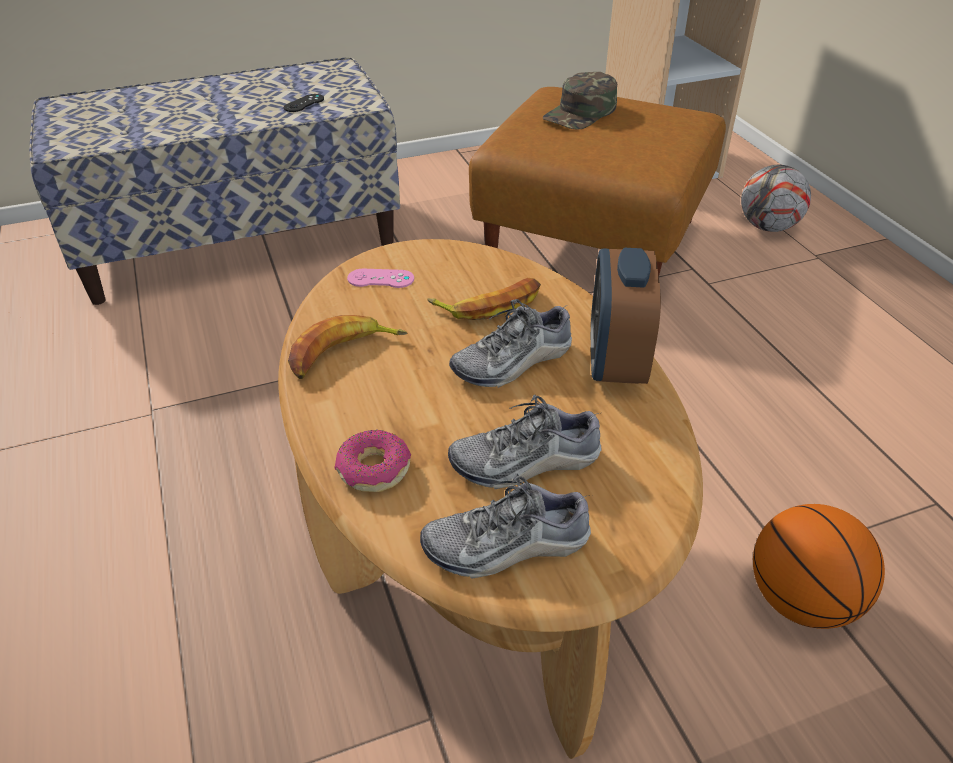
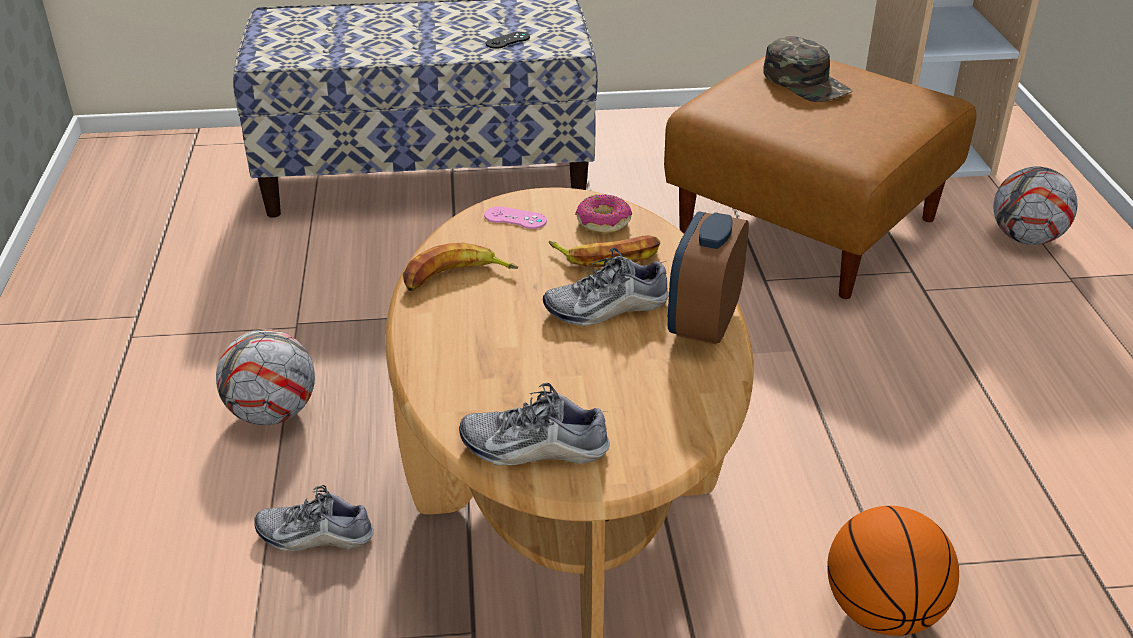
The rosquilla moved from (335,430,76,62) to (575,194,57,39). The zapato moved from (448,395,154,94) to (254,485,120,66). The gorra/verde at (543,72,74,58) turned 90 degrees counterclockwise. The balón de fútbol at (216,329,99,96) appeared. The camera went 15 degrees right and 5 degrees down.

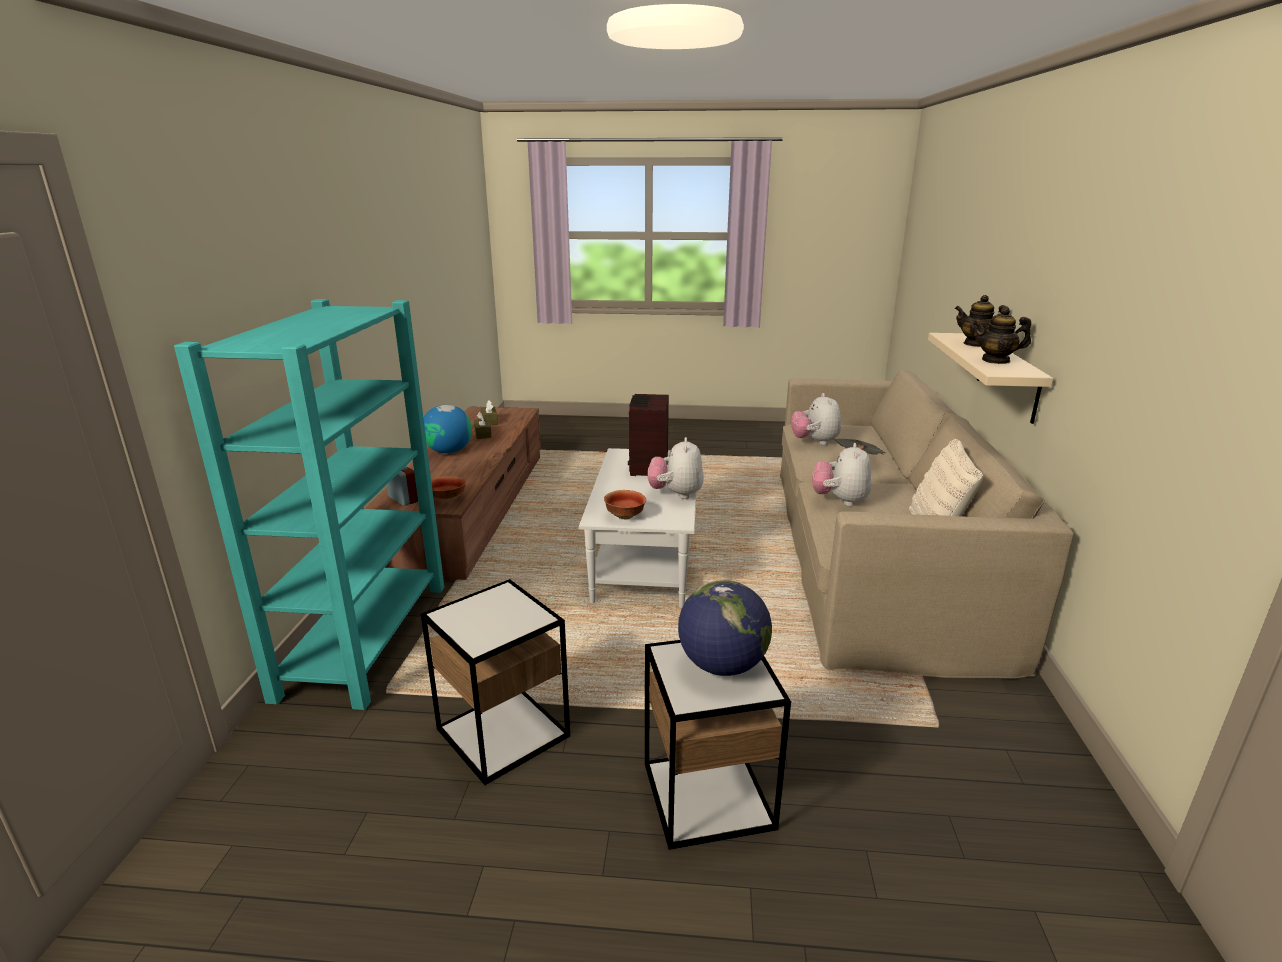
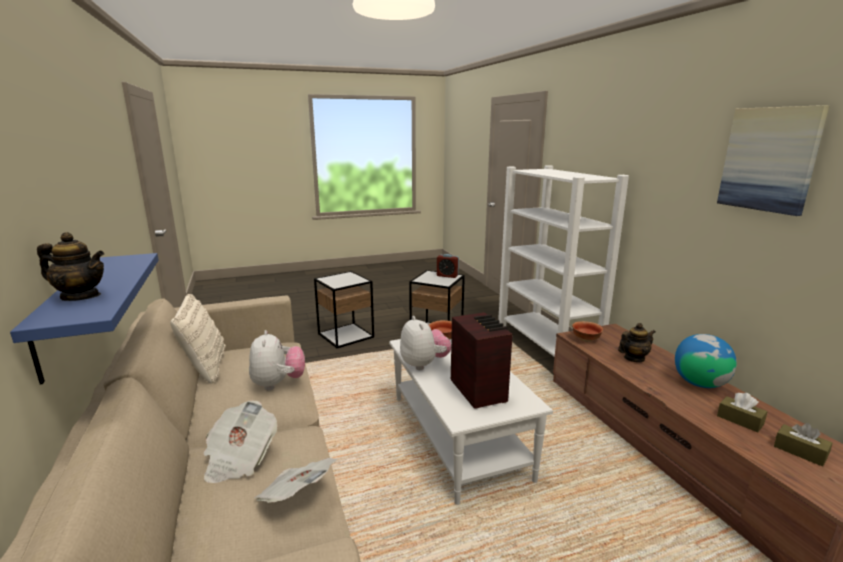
The estantería/turquesa at (174,299,270,411) became the estantería/blanco at (498,165,131,192). The despertador moved from (387,465,31,41) to (437,254,22,24). The globo terráqueo at (678,580,94,96) disappeared. The peluche at (791,393,50,52) was replaced by the periódico at (255,458,82,45). The estante/beis at (928,333,125,91) became the estante/azul at (10,253,149,132). The tetera moved from (973,307,58,57) to (618,323,38,39). The cuadro at (717,105,113,111) appeared. The camera went 155 degrees right and 5 degrees down.

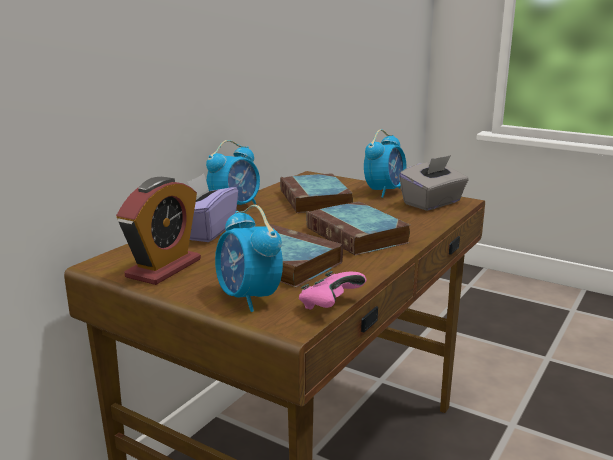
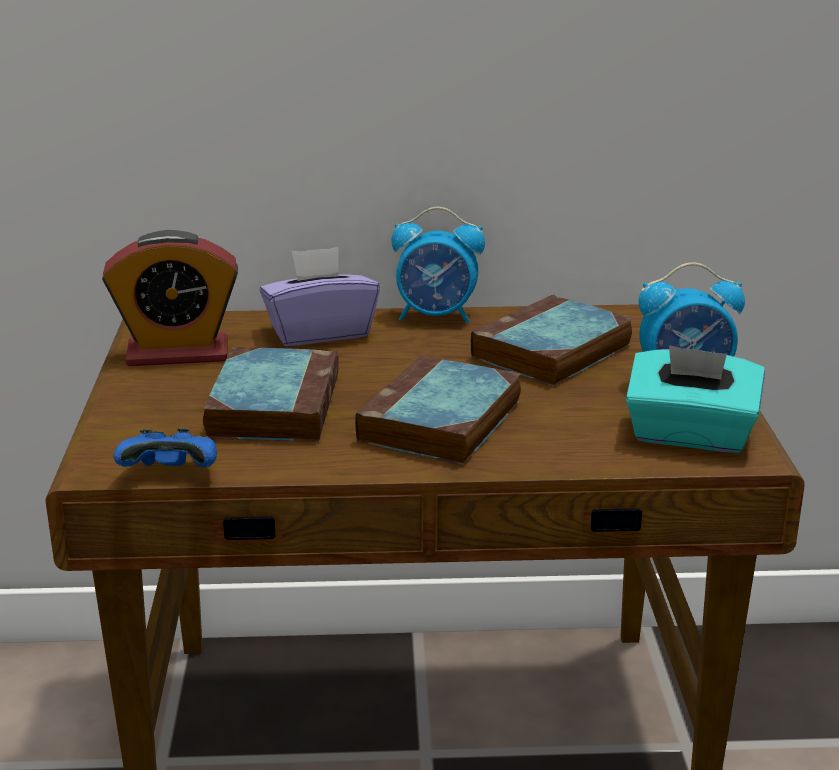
The despertador at (215,205,68,107) disappeared. The mando de consola/rosa at (299,271,67,39) became the mando de consola/azul at (114,428,103,39). The caja de pañuelos/gris at (399,155,70,56) became the caja de pañuelos/turquesa at (626,345,139,108). The camera went 55 degrees right and 5 degrees up.

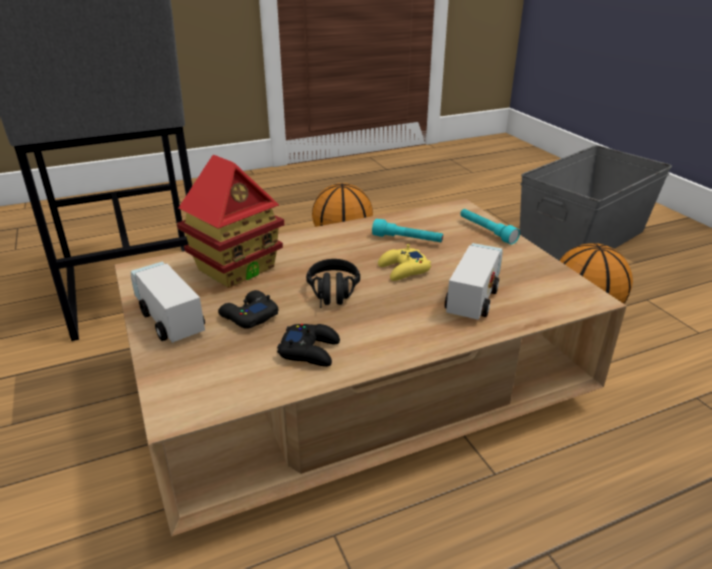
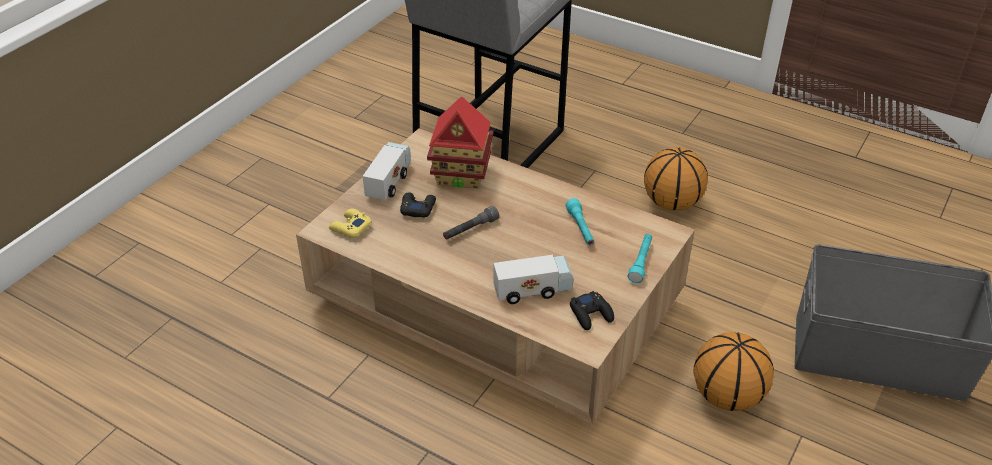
The mando de consola/negro moved from (277,324,63,43) to (570,291,44,39). The auriculares/negro at (306,259,54,49) was replaced by the linterna/gris at (443,206,56,34). The mando de consola/amarillo moved from (378,244,53,37) to (329,209,43,29). The camera went 55 degrees right and 10 degrees up.

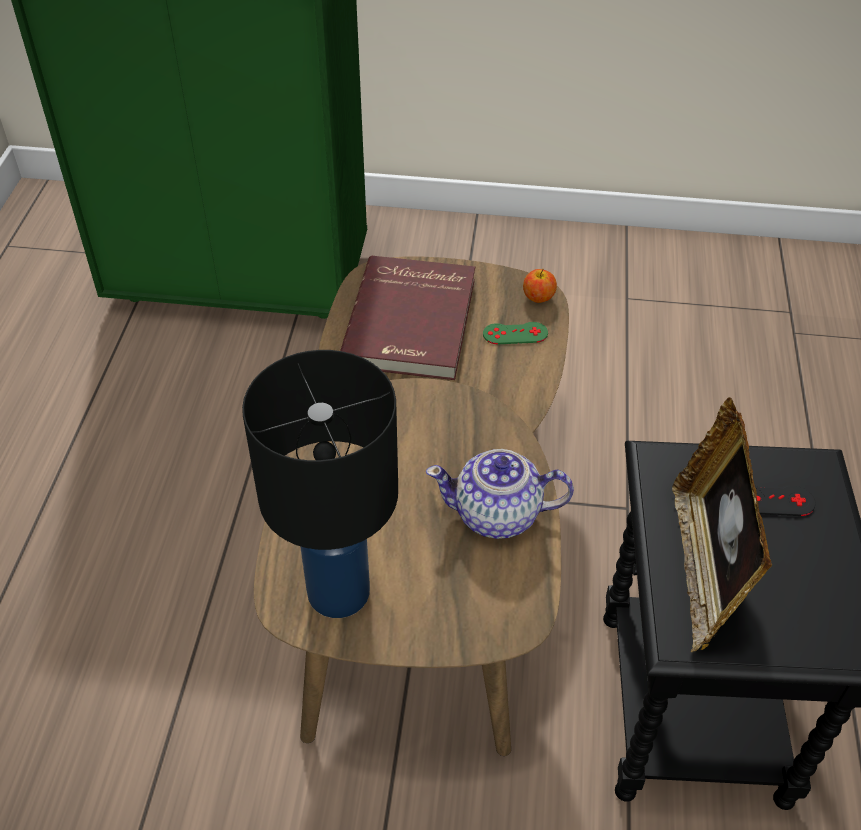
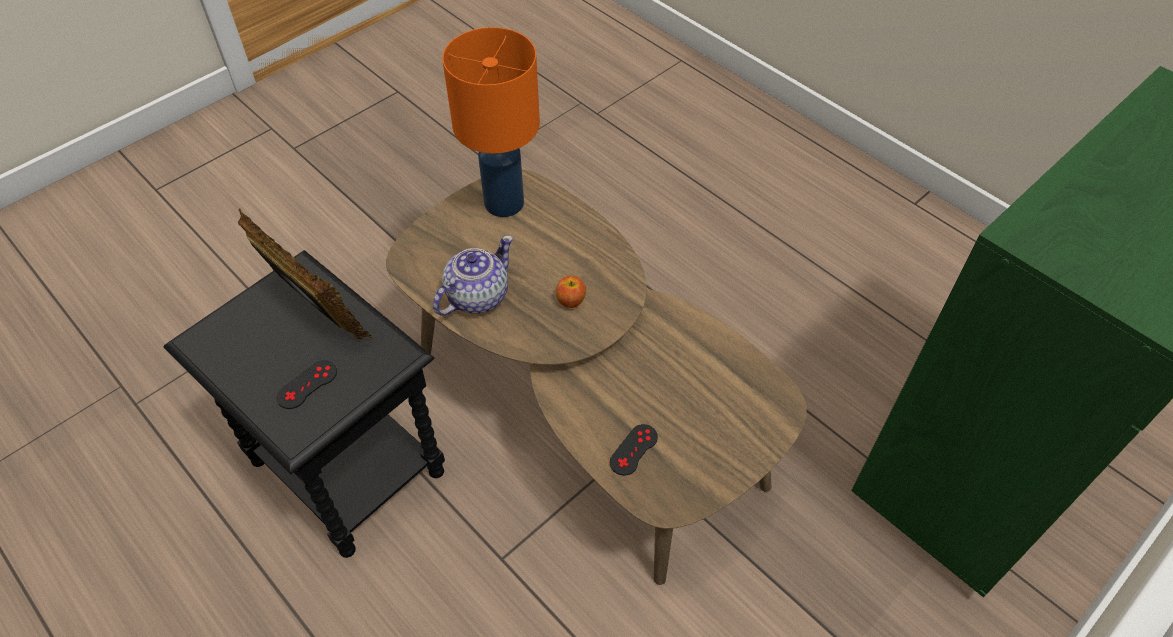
The lámpara de mesa/negro at (242,350,156,268) became the lámpara de mesa/naranja at (442,27,98,190). The libro/rojo at (340,256,135,124) disappeared. The mando de consola/verde at (483,322,65,22) became the mando de consola/negro at (610,424,48,51). The manzana moved from (523,269,34,34) to (556,276,30,32). The camera went 130 degrees right and 5 degrees up.

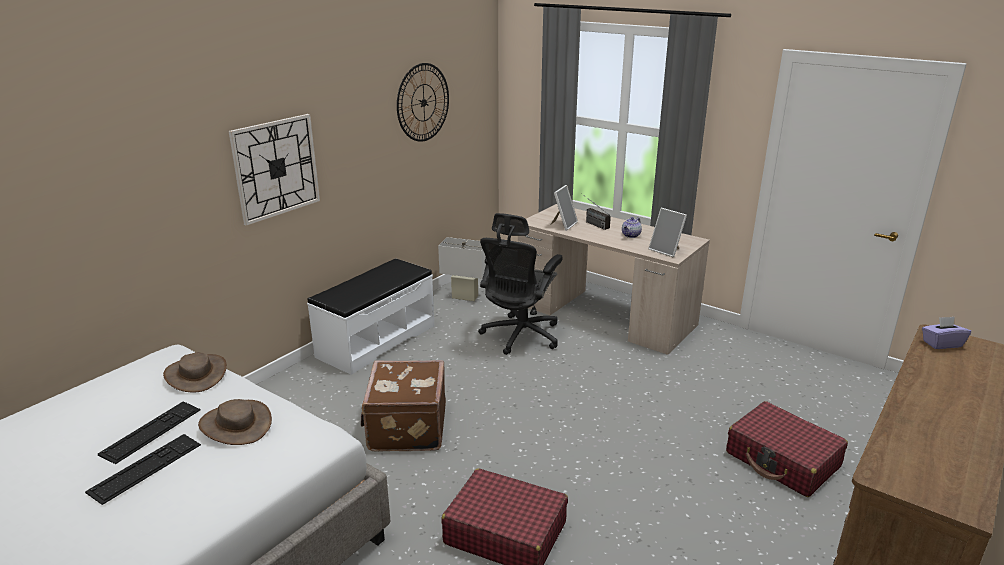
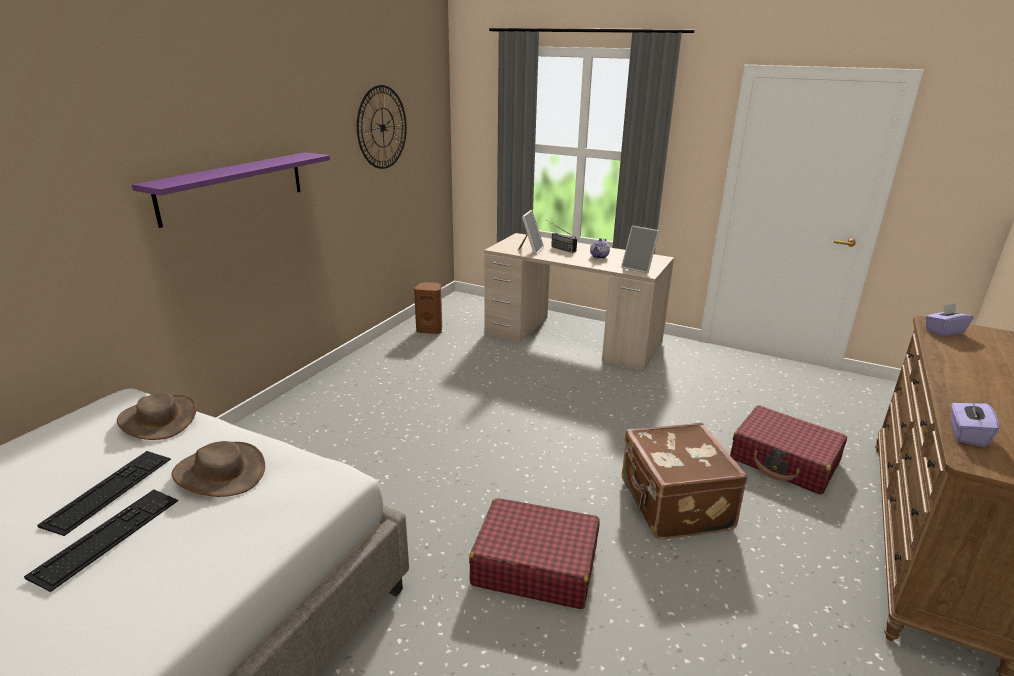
The reloj de pared at (228,114,92,112) was replaced by the estante/morado at (132,152,198,76). The banco/blanco at (307,259,127,116) disappeared. The maleta/marrón moved from (361,360,85,92) to (622,423,126,117). The lámpara de mesa/blanco at (438,237,48,64) was replaced by the altavoz/marrón at (414,282,28,52). The silla de oficina at (478,213,85,142) disappeared. The caja de pañuelos/morado at (951,395,48,52) appeared. The camera went 10 degrees left and 0 degrees up.

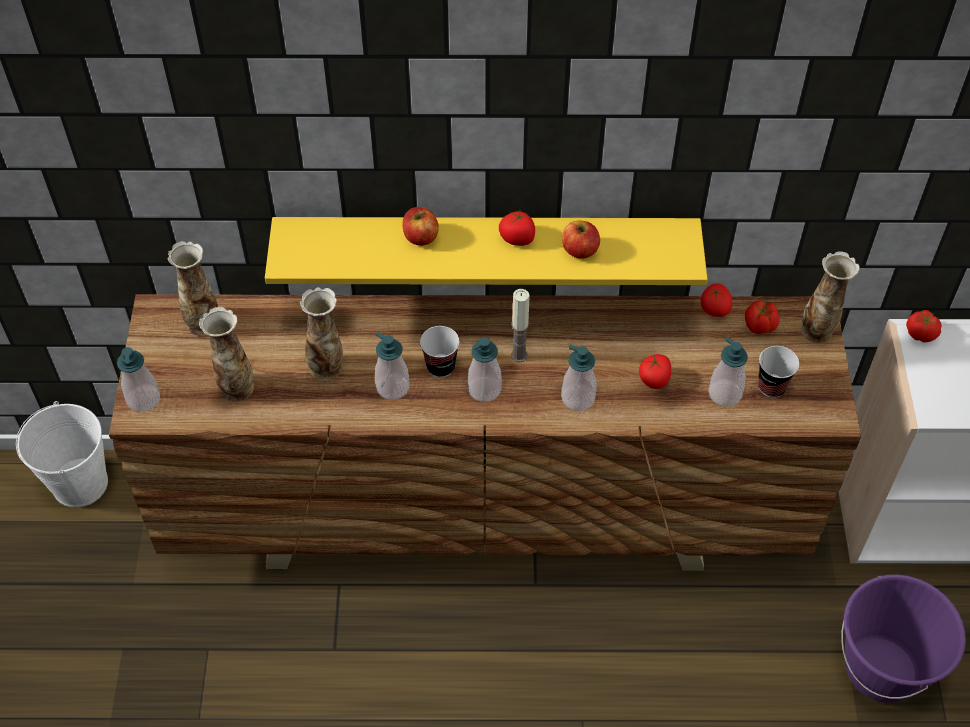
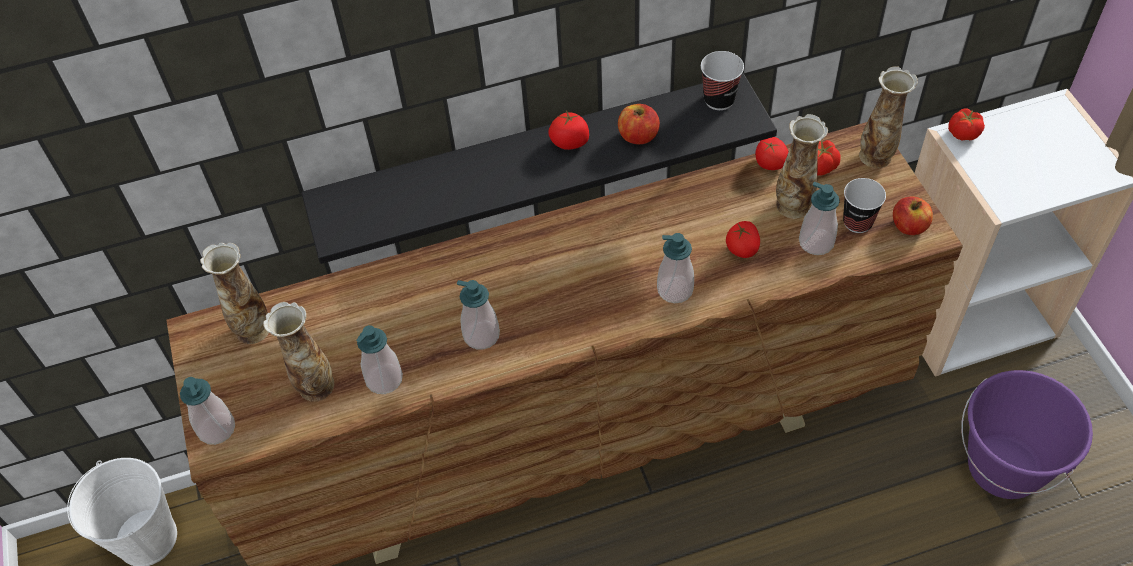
The estante/amarillo at (265,217,443,68) became the estante/negro at (301,73,476,191). The florero moved from (300,287,43,94) to (776,114,52,104). The manzana moved from (402,207,37,39) to (893,196,40,39). The taza moved from (420,326,39,52) to (701,51,43,59). The dispensador de jabón moved from (468,337,34,65) to (356,325,47,69). The vela at (511,289,19,73) disappeared. The camera went 15 degrees left and 0 degrees up.

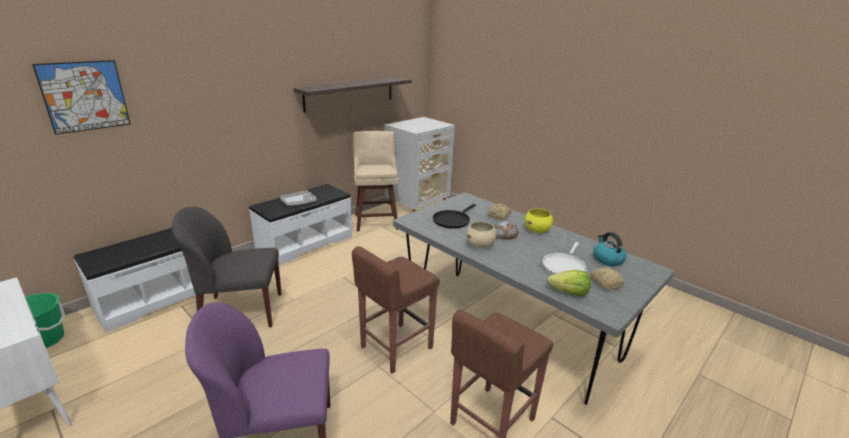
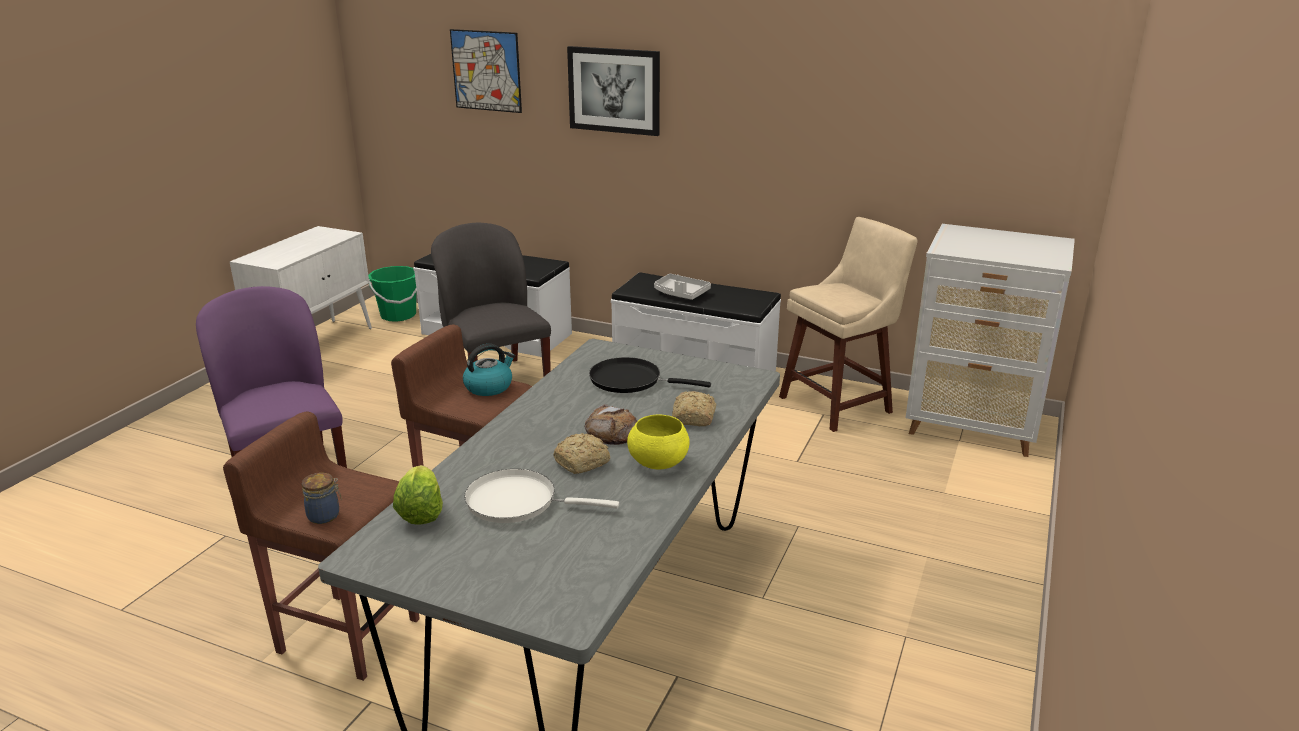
The estante at (293,77,119,35) disappeared. The cuenco/beis at (466,221,31,27) disappeared. The pan moved from (590,267,34,23) to (553,433,57,41). The hervidor moved from (593,232,34,34) to (463,344,52,52). The tarro at (302,473,40,51) appeared. The cuadro at (567,46,93,90) appeared. The camera went 70 degrees right and 0 degrees up.

